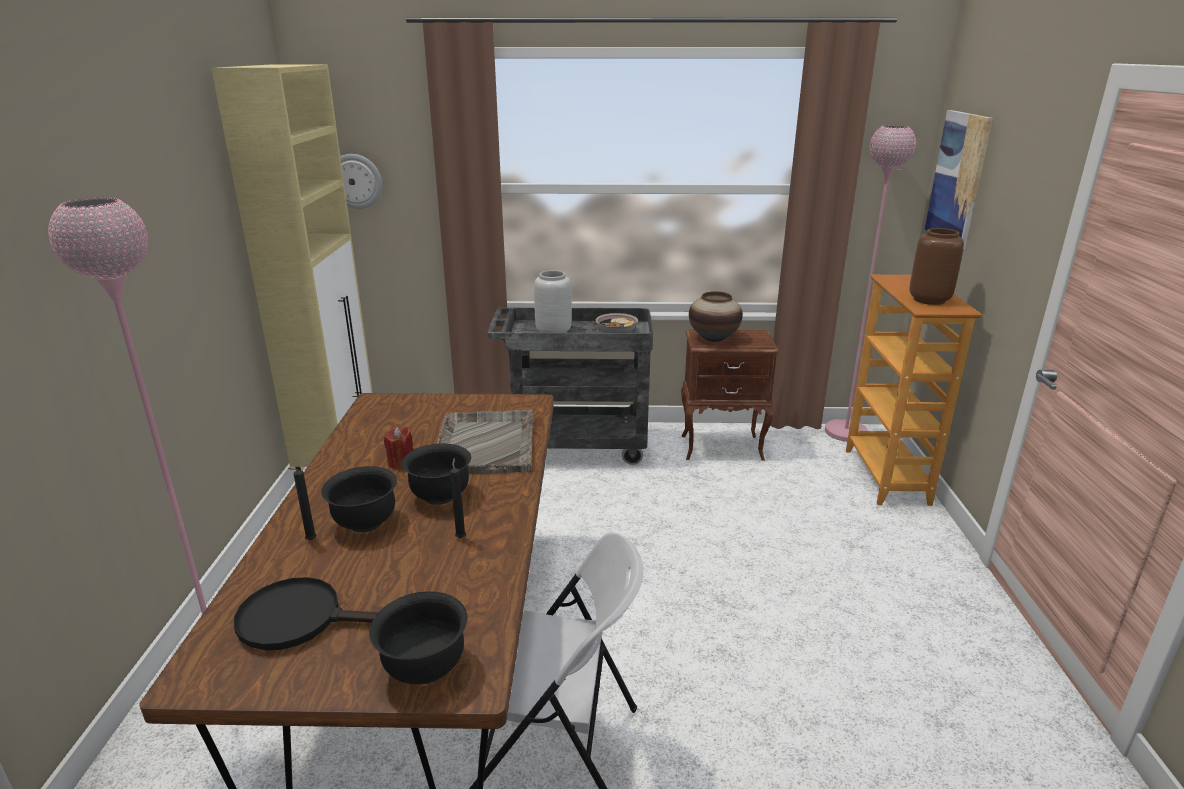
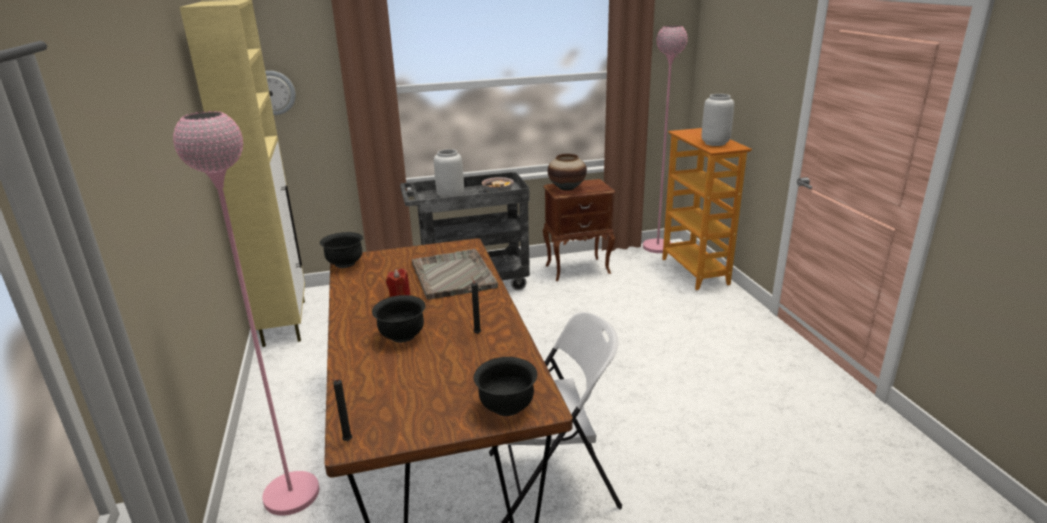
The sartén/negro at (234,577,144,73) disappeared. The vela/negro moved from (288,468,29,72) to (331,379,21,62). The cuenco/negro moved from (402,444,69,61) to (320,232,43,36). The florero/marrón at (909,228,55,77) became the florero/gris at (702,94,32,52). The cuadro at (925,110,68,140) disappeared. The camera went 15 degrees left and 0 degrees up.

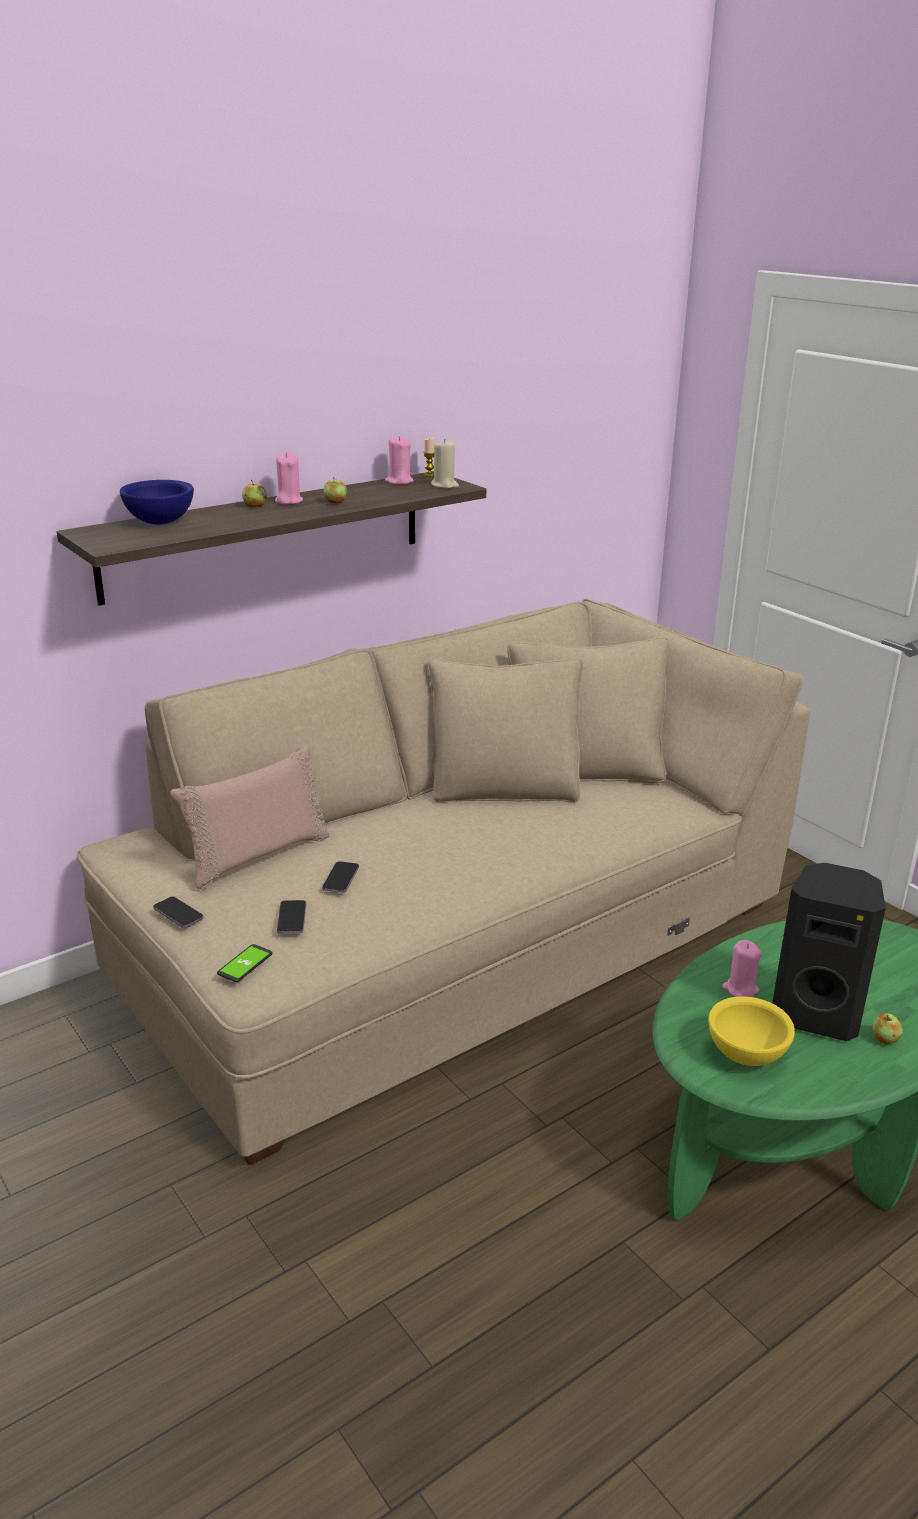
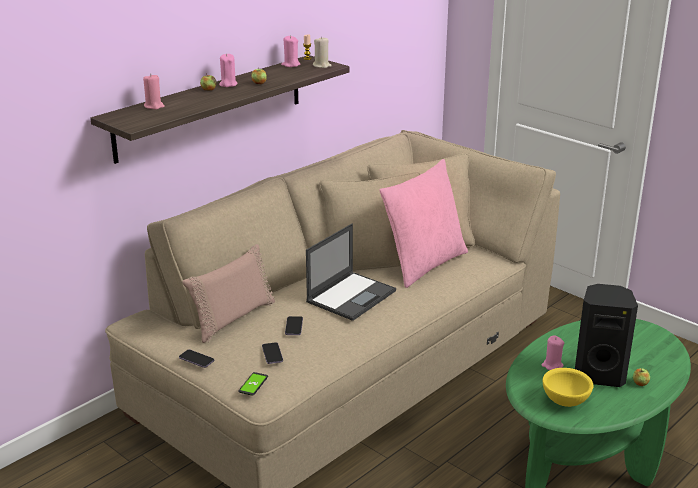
The cuenco/azul at (120,480,74,44) was replaced by the vela/rosa at (143,75,22,34). The portátil at (306,224,90,97) appeared. The cojín/rosa at (379,159,89,129) appeared. The camera went 10 degrees left and 0 degrees up.

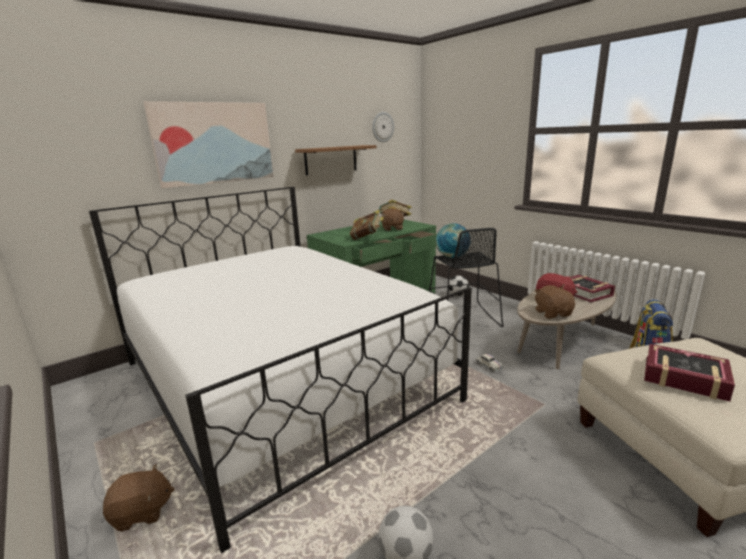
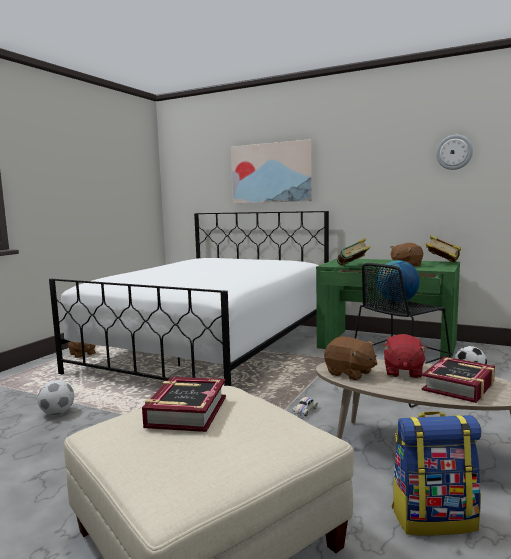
The estante/marrón at (295,145,82,30) disappeared. The peluche/marrón at (534,285,41,34) turned 75 degrees clockwise. The camera went 65 degrees right and 10 degrees down.

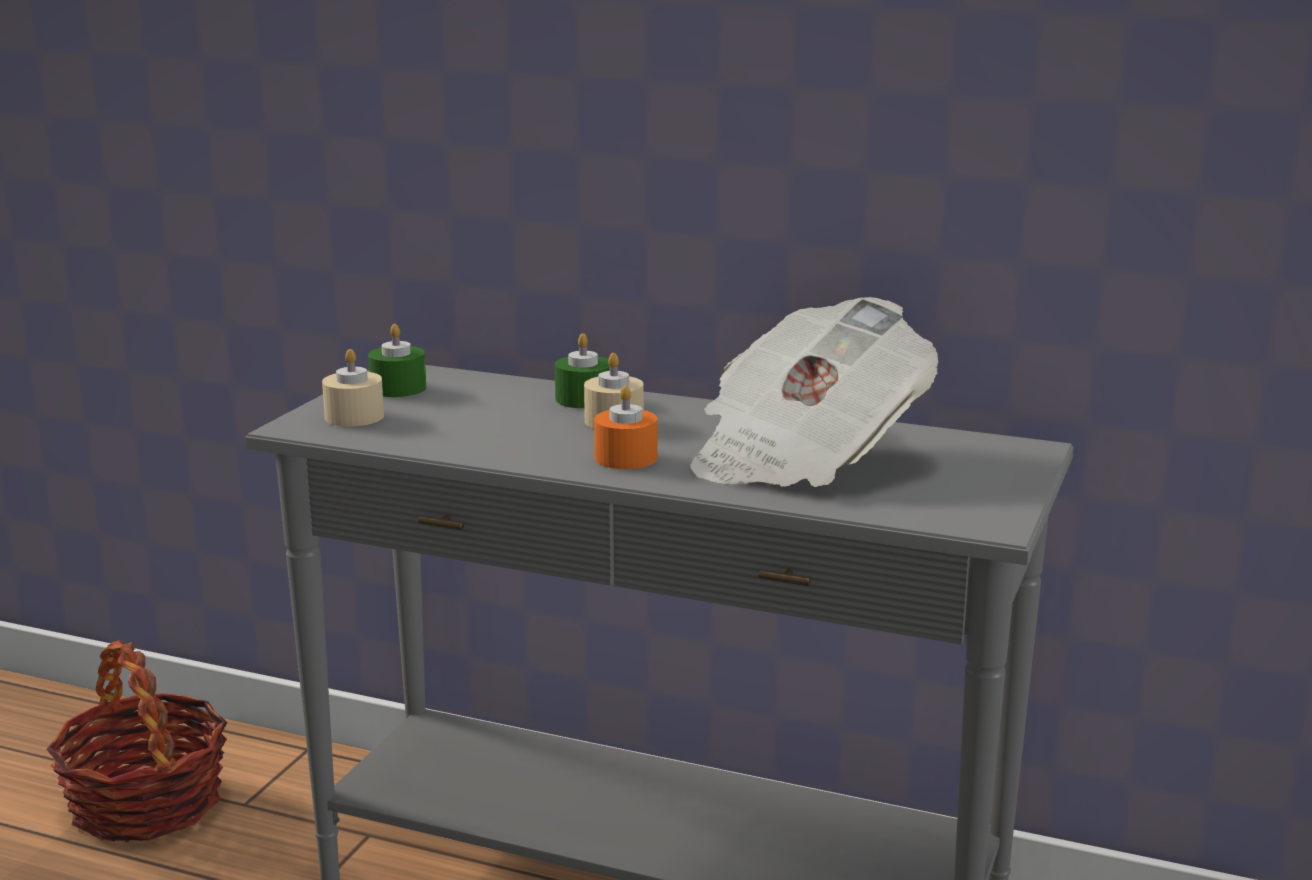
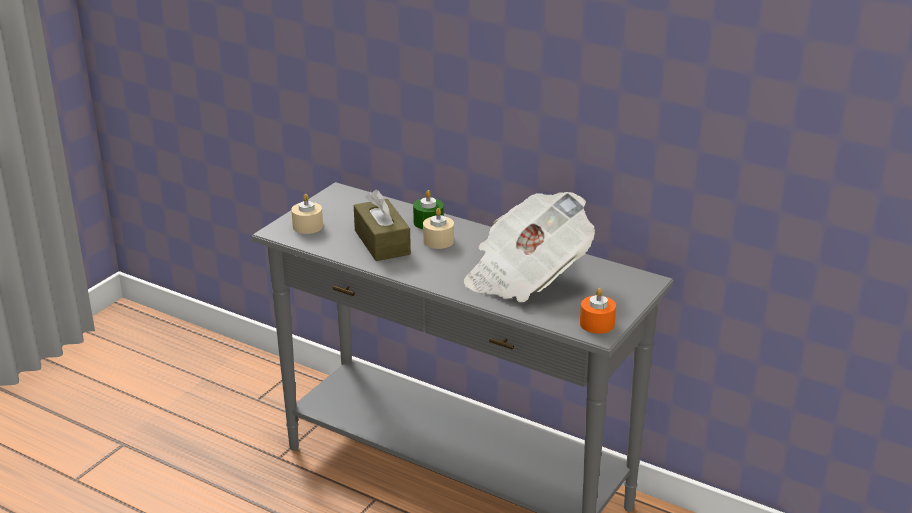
The cesta at (46,640,182,202) disappeared. The vela/verde at (368,324,58,73) disappeared. The vela/naranja moved from (594,385,64,84) to (580,288,36,46). The caja de pañuelos/marrón at (354,190,57,71) appeared. The camera went 10 degrees right and 10 degrees up.

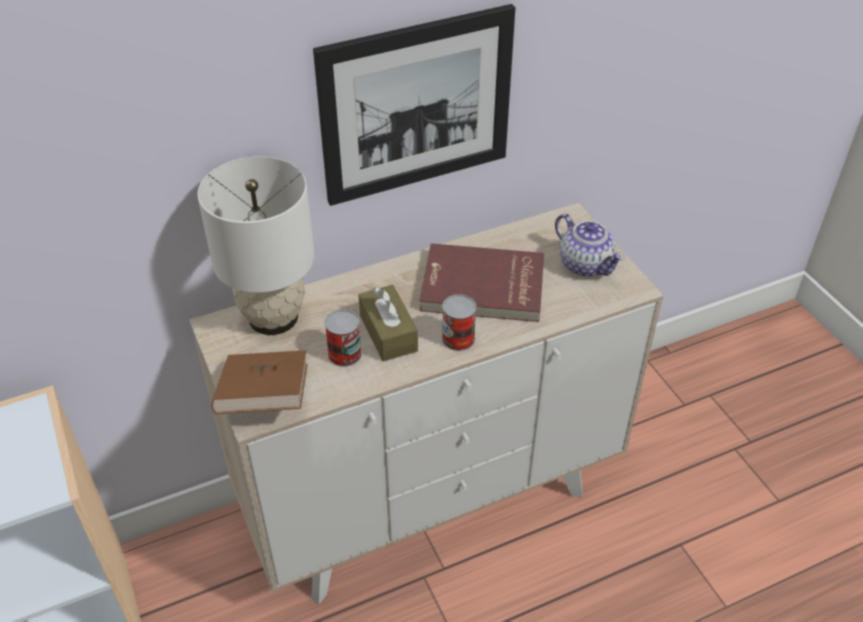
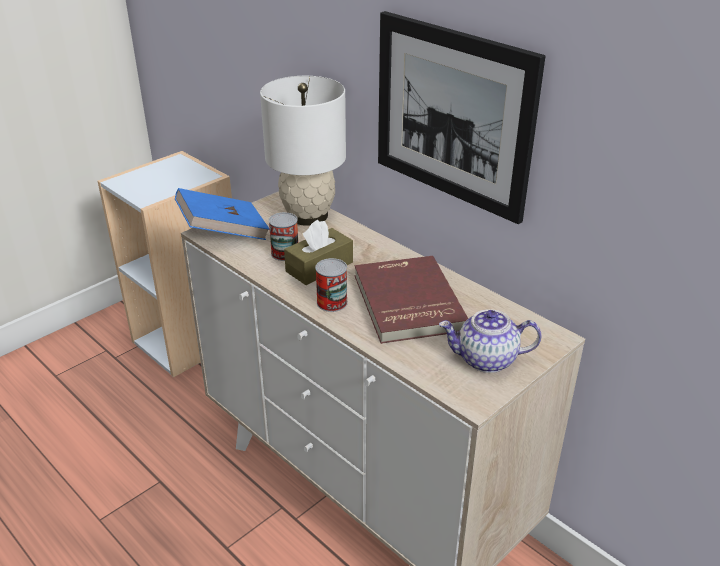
The libro/marrón at (211,350,97,64) became the libro/azul at (175,188,95,52). The tetera at (555,214,70,63) turned 60 degrees clockwise. The camera went 70 degrees right and 10 degrees down.

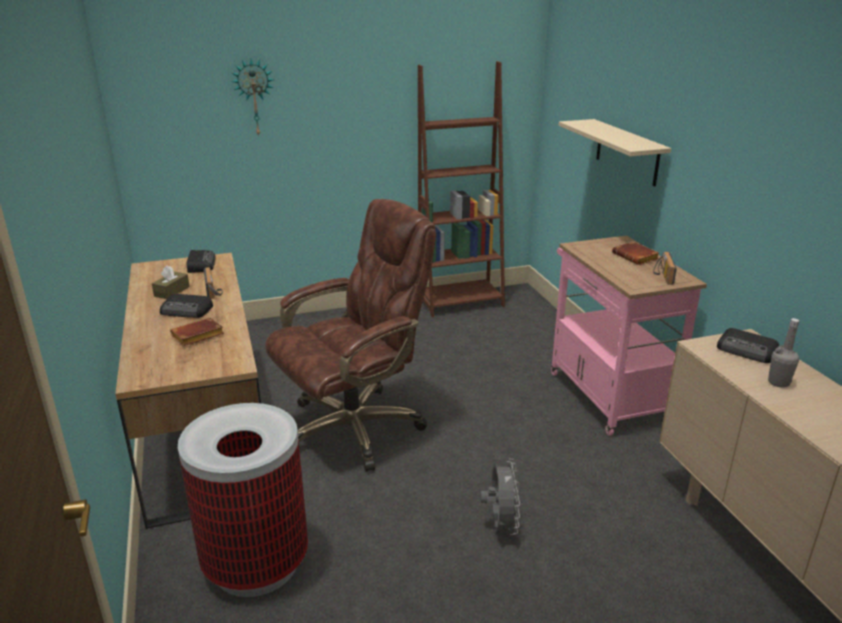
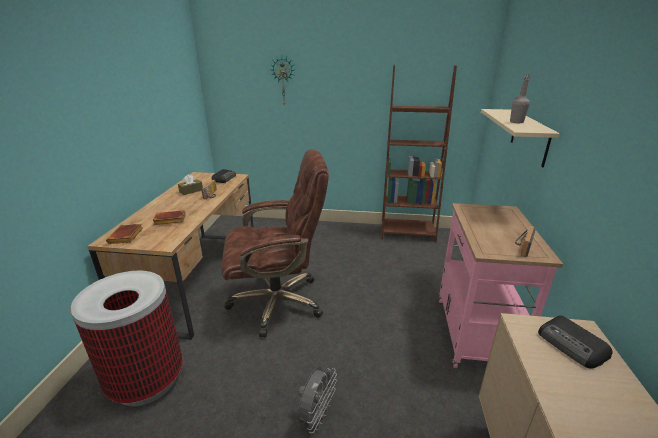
The radio at (160,294,53,24) disappeared. The libro/marrón moved from (612,241,47,24) to (106,224,37,20). The botella/gris moved from (768,318,31,70) to (510,74,20,49). The camera went 25 degrees right and 0 degrees up.

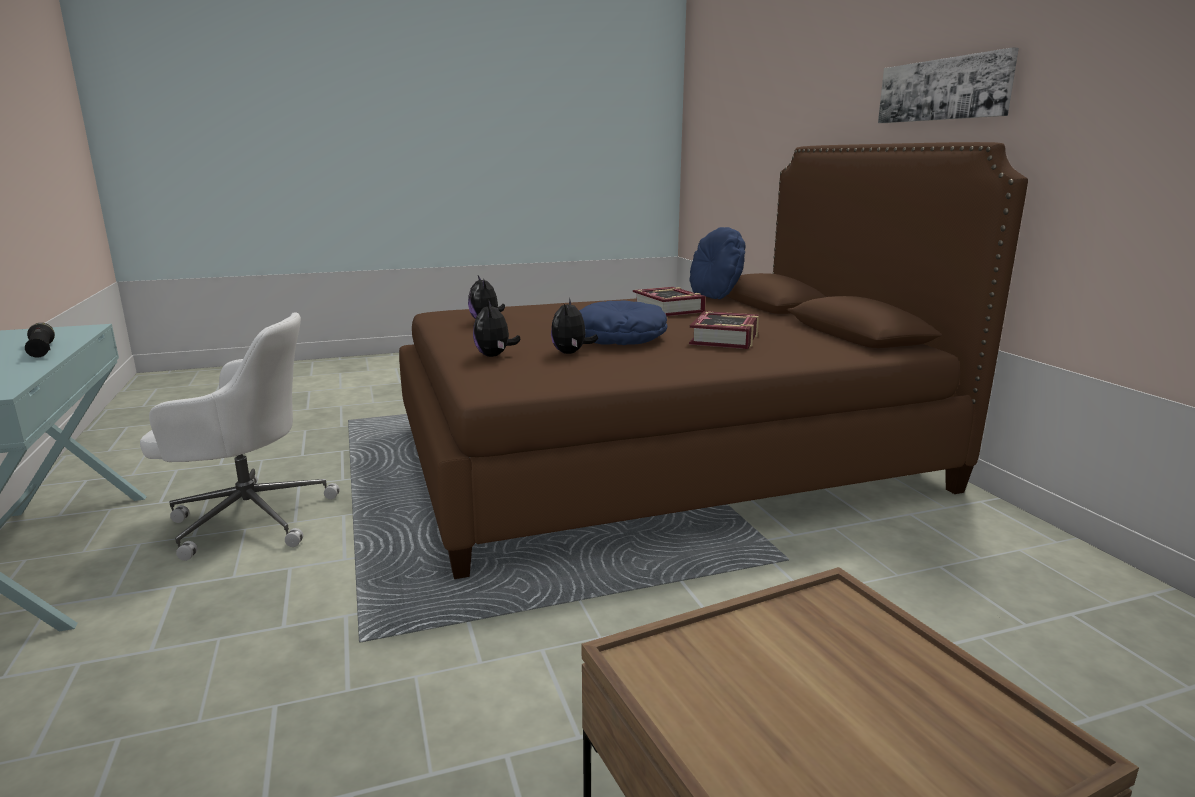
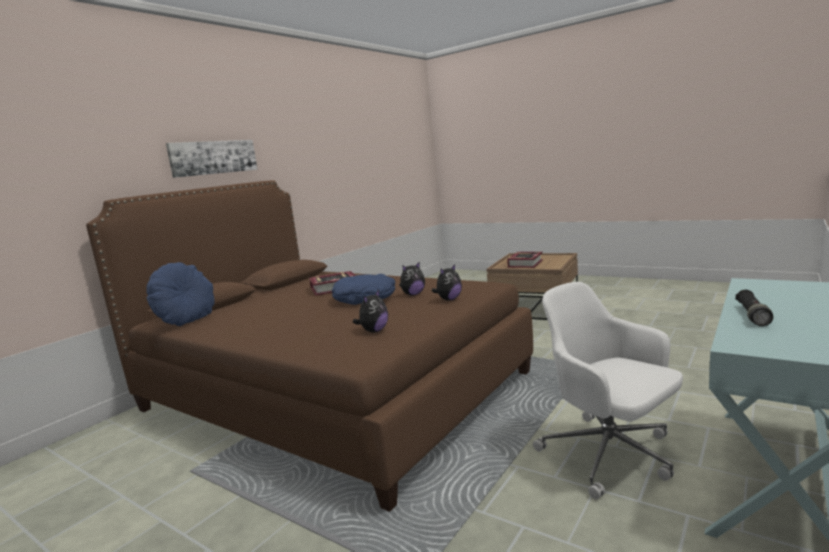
The libro moved from (633,287,73,29) to (507,252,36,16). The camera went 125 degrees left and 5 degrees down.

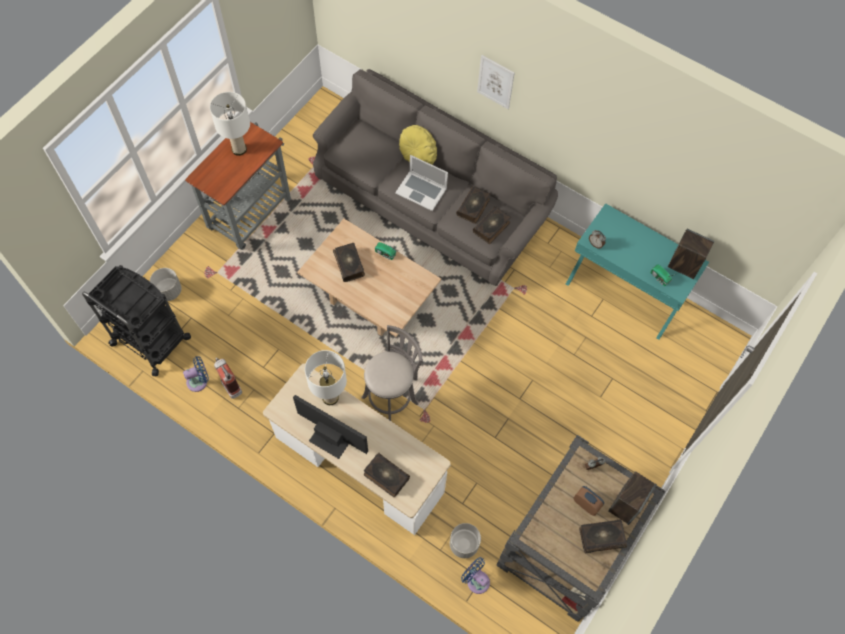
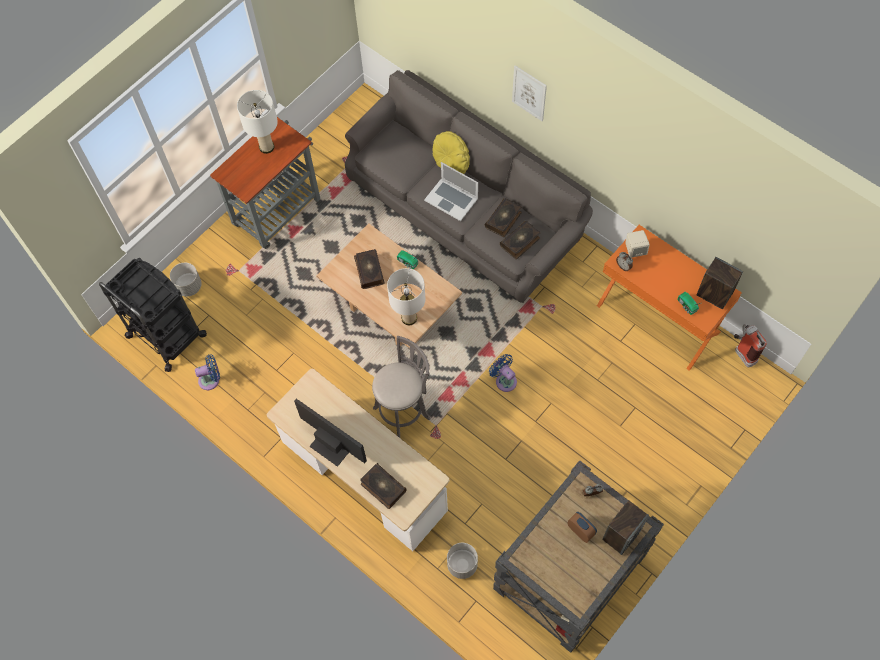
The extintor moved from (214,358,28,41) to (734,324,33,43). The lámpara de mesa/blanco moved from (305,350,42,55) to (387,268,39,57). The ventilador/azul moved from (461,557,29,37) to (489,354,28,38). The mesa consola/turquesa at (566,203,143,137) became the mesa consola/naranja at (597,225,145,146). The libro at (579,520,48,33) disappeared. The altavoz/beis at (625,230,25,28) appeared. The camera went 10 degrees right and 0 degrees up.

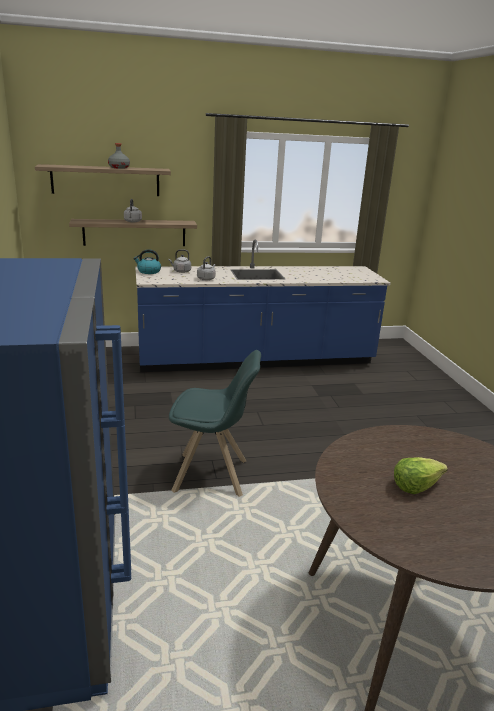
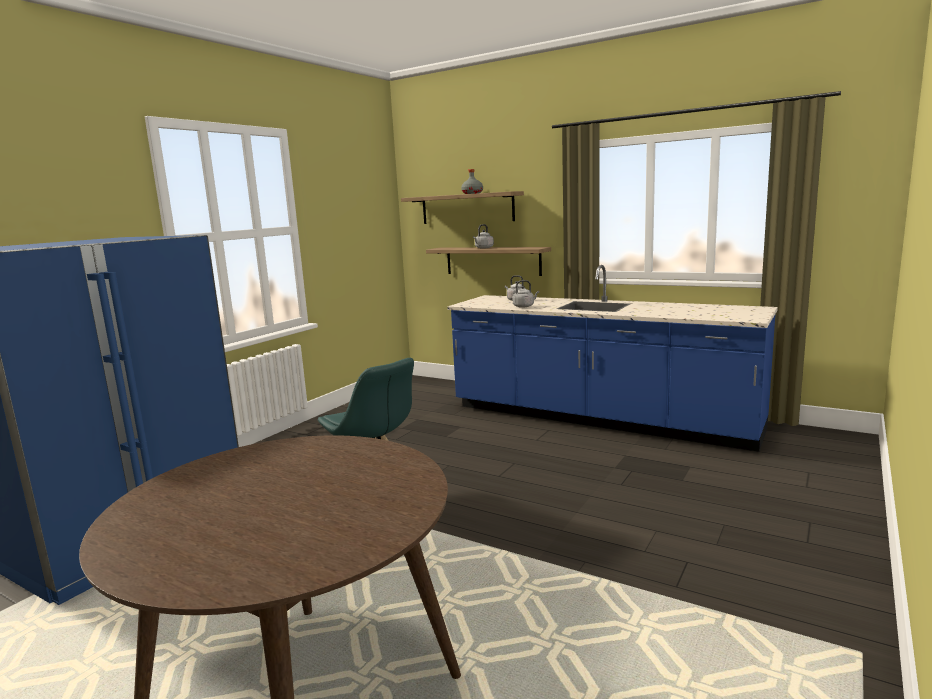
The hervidor at (133,249,28,25) disappeared. The lechuga at (394,457,54,37) disappeared. The camera went 45 degrees right and 10 degrees down.

